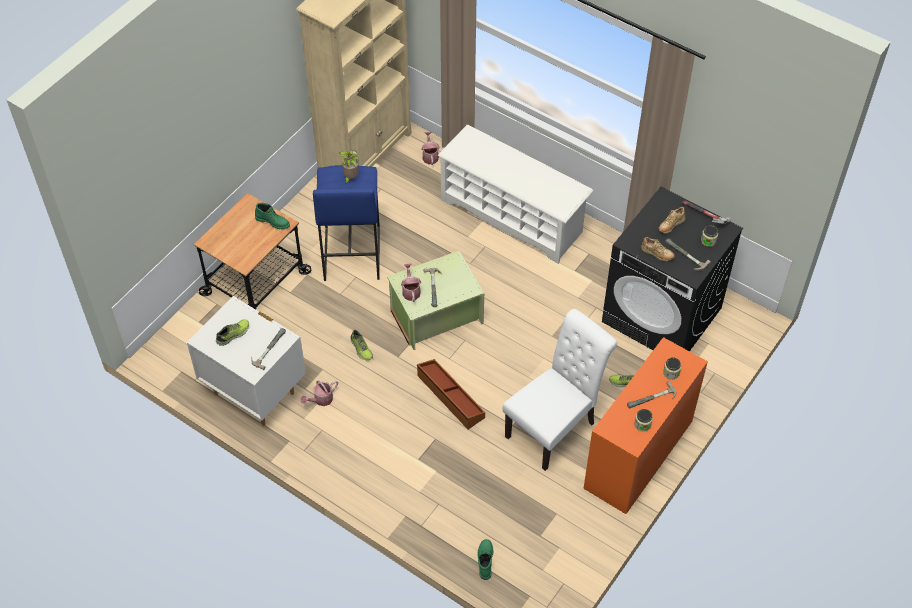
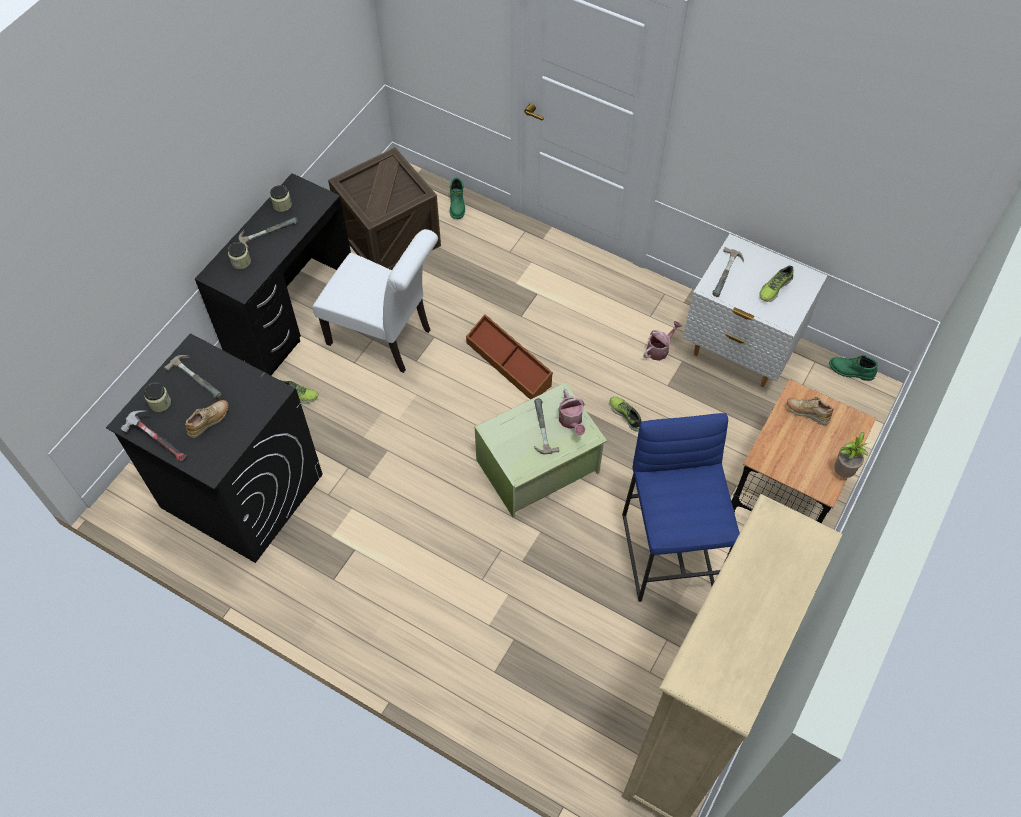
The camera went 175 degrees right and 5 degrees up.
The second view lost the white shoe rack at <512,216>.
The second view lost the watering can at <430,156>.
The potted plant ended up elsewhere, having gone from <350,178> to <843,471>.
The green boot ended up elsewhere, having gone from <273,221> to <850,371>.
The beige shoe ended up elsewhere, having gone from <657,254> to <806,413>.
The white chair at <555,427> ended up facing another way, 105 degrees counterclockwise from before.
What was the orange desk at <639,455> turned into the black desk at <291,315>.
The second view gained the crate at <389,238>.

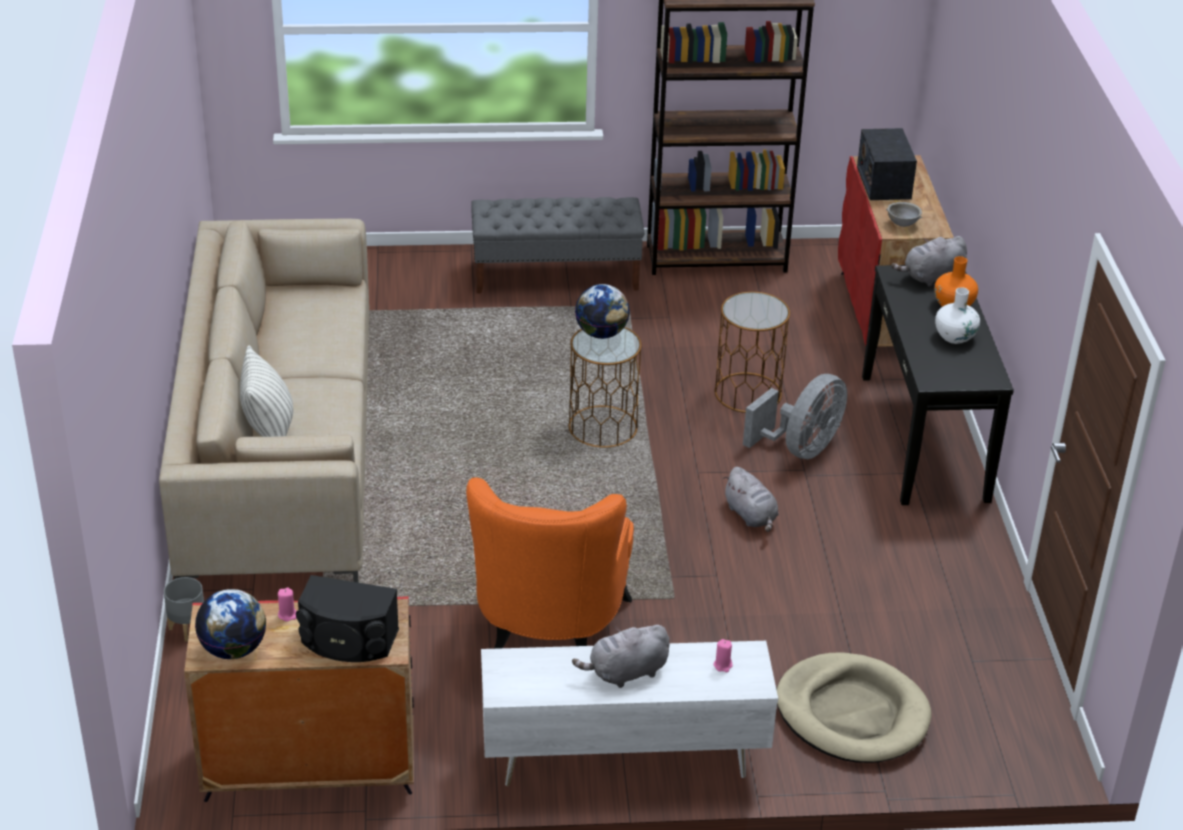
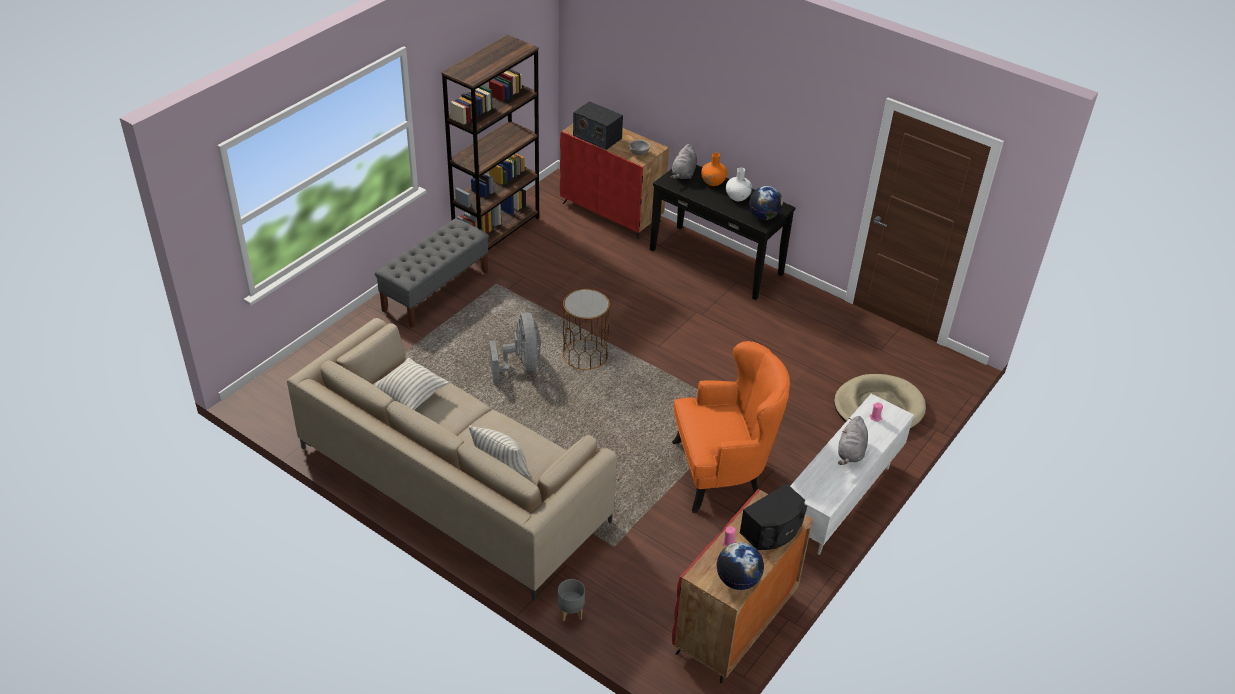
The camera went 50 degrees left and 5 degrees up.
The globe ended up elsewhere, having gone from <601,334> to <764,216>.
The second view lost the brown side table at <748,393>.
The grey fan ended up elsewhere, having gone from <800,448> to <521,365>.
The second view lost the grey plush toy at <751,516>.
The orange armchair at <548,632> ended up facing another way, 60 degrees counterclockwise from before.
The second view gained the pillow at <411,395>.

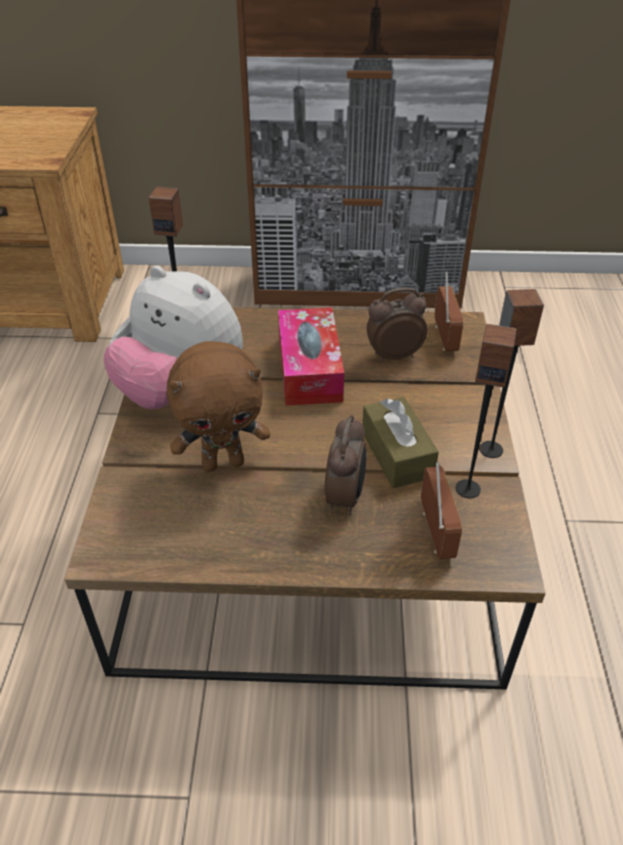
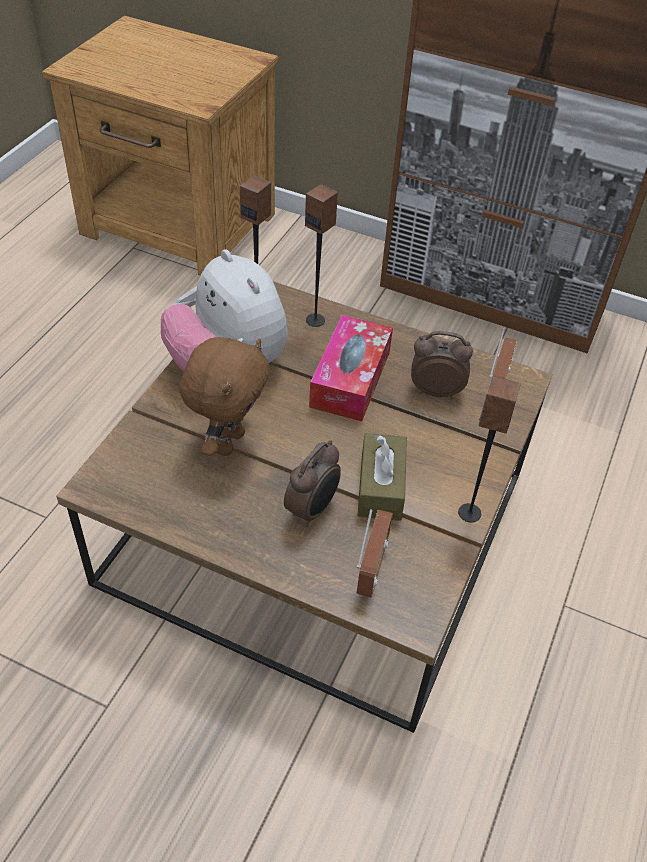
The camera went 20 degrees right and 5 degrees up.
The speaker ended up elsewhere, having gone from <468,488> to <315,320>.
The brown plush toy at <223,462> ended up facing another way, 75 degrees counterclockwise from before.

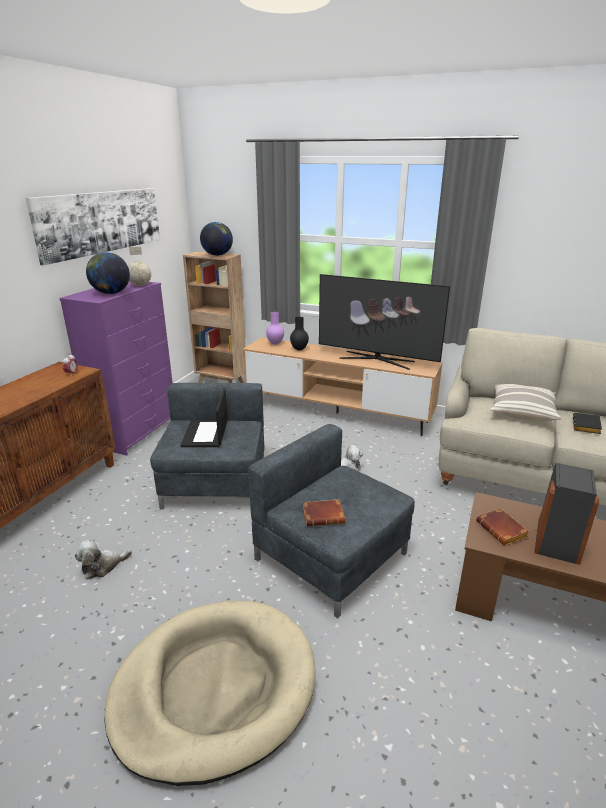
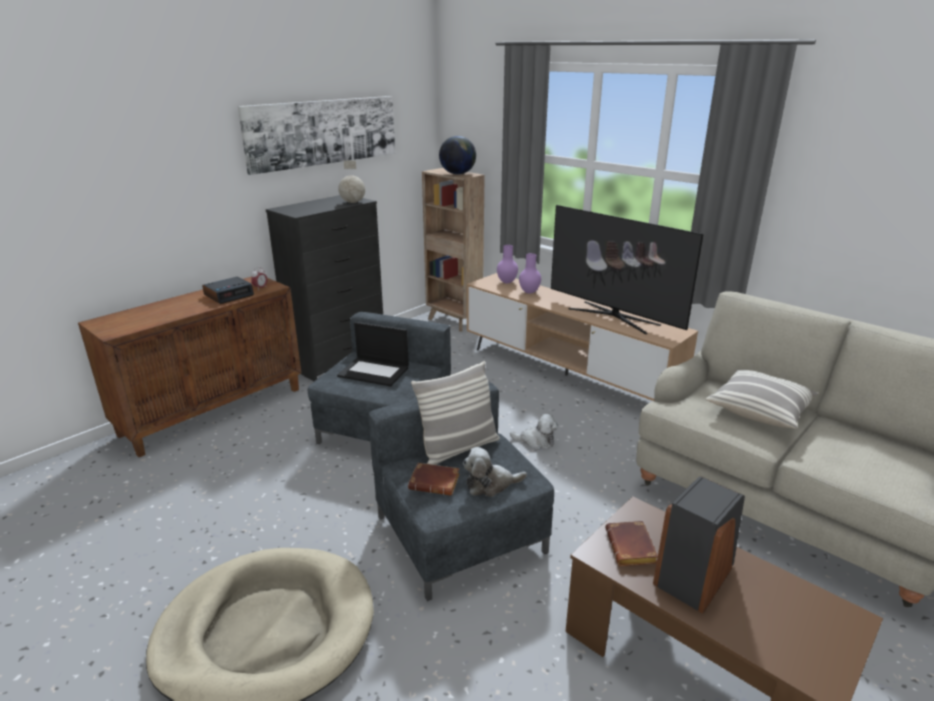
The camera went 20 degrees right and 0 degrees up.
The second view lost the globe at <111,293>.
What was the purple dresser at <136,431> turned into the black dresser at <339,359>.
What was the black vase at <299,349> turned into the purple vase at <529,292>.
The laptop at <206,434> ended up facing another way, 90 degrees counterclockwise from before.
The second view lost the black book at <587,427>.
The plush toy ended up elsewhere, having gone from <102,566> to <490,484>.
The second view gained the alarm clock at <229,295>.
The second view gained the pillow at <458,449>.

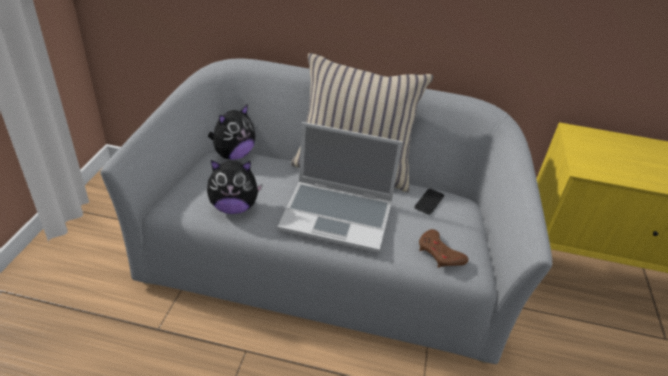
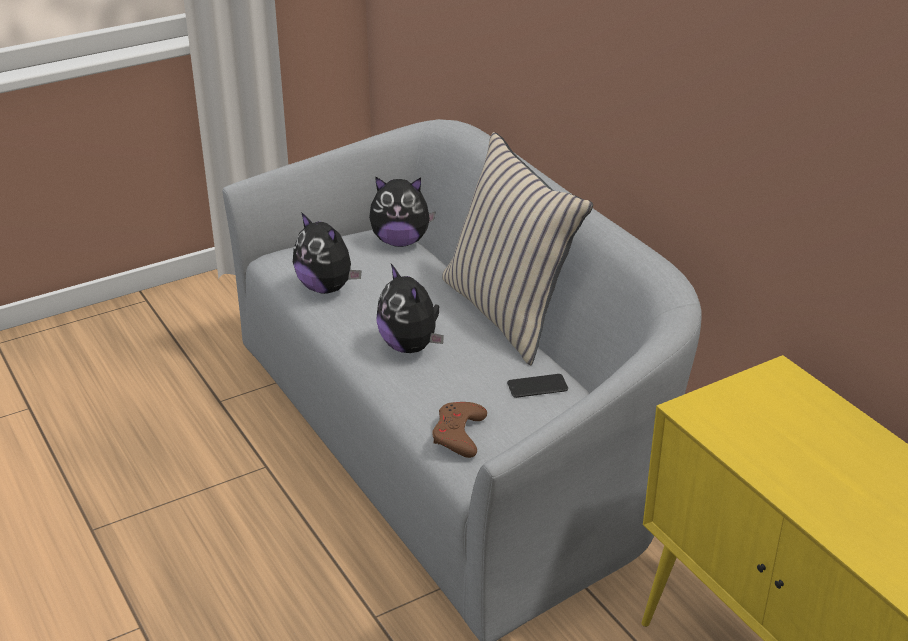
The camera went 50 degrees right and 5 degrees down.
Where the laptop stood at <338,216>, the plush toy came to stand at <411,346>.

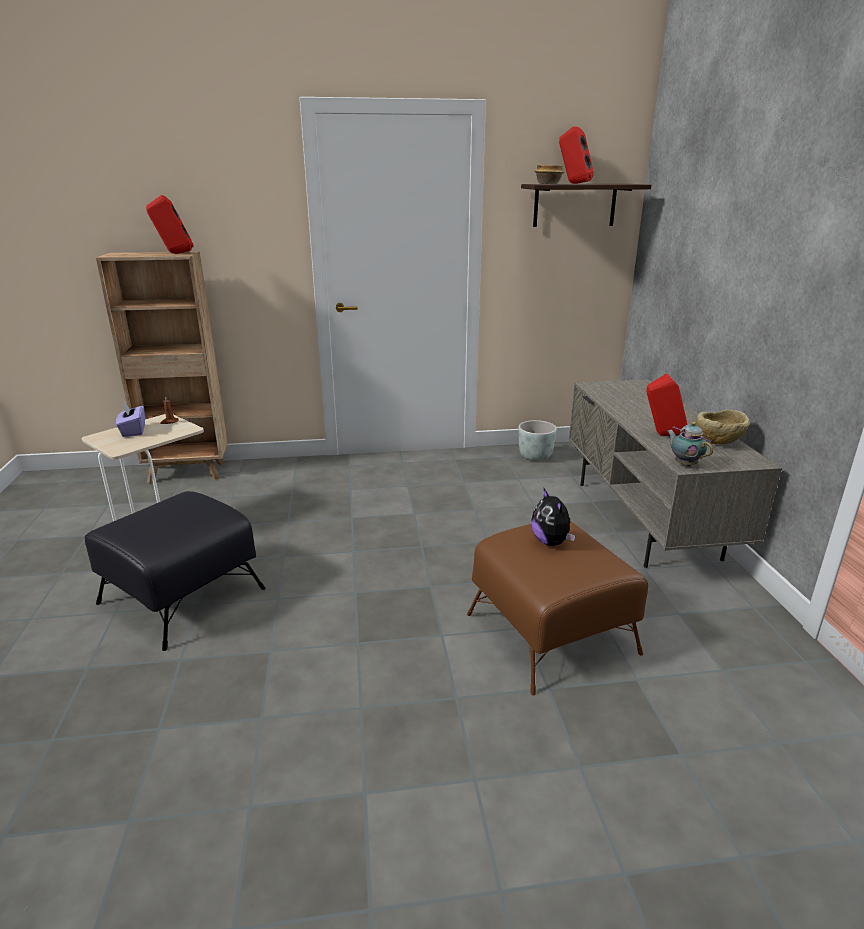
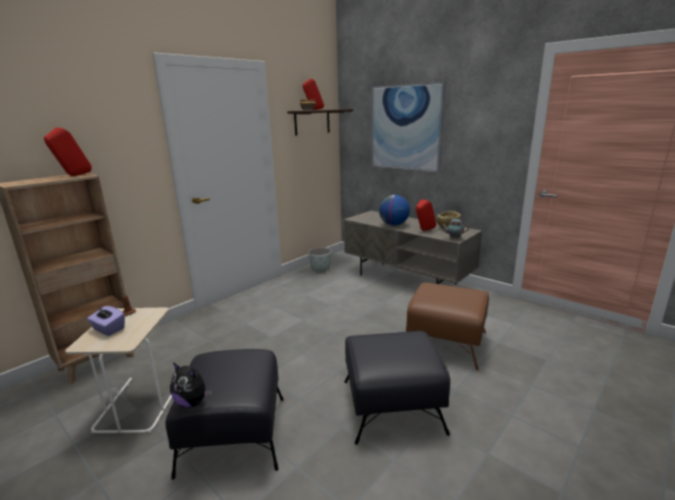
The camera went 40 degrees left and 5 degrees down.
The plush toy ended up elsewhere, having gone from <551,542> to <192,402>.
The second view gained the picture at <406,128>.
The second view gained the globe at <393,225>.
The second view gained the black ottoman at <393,406>.

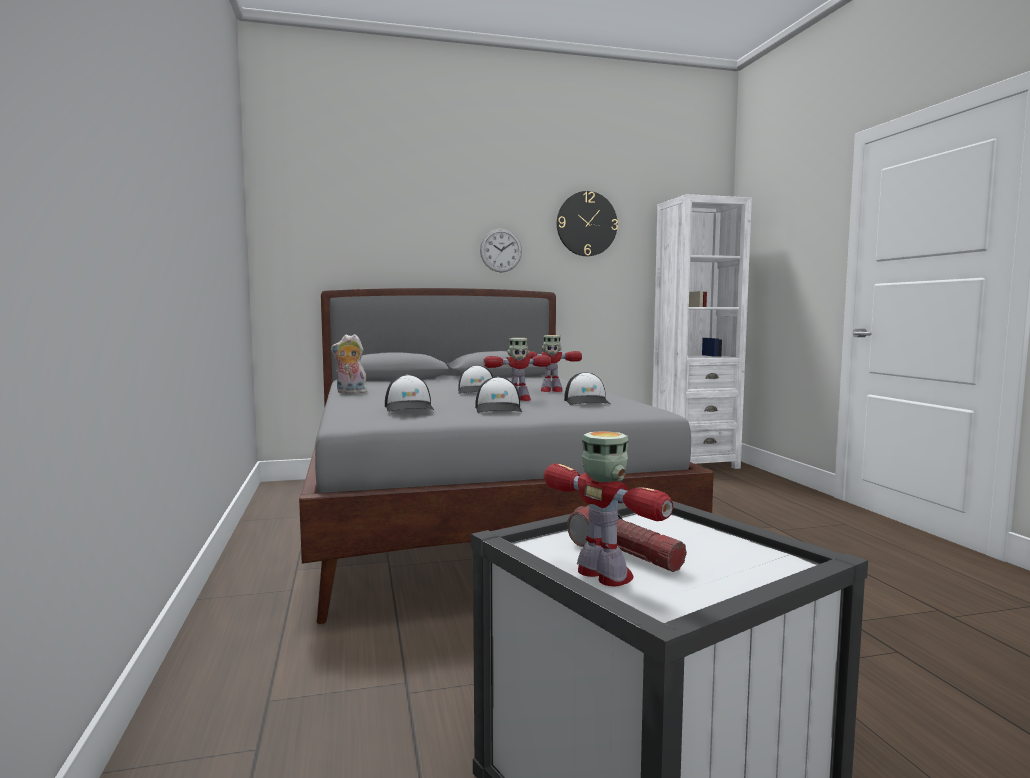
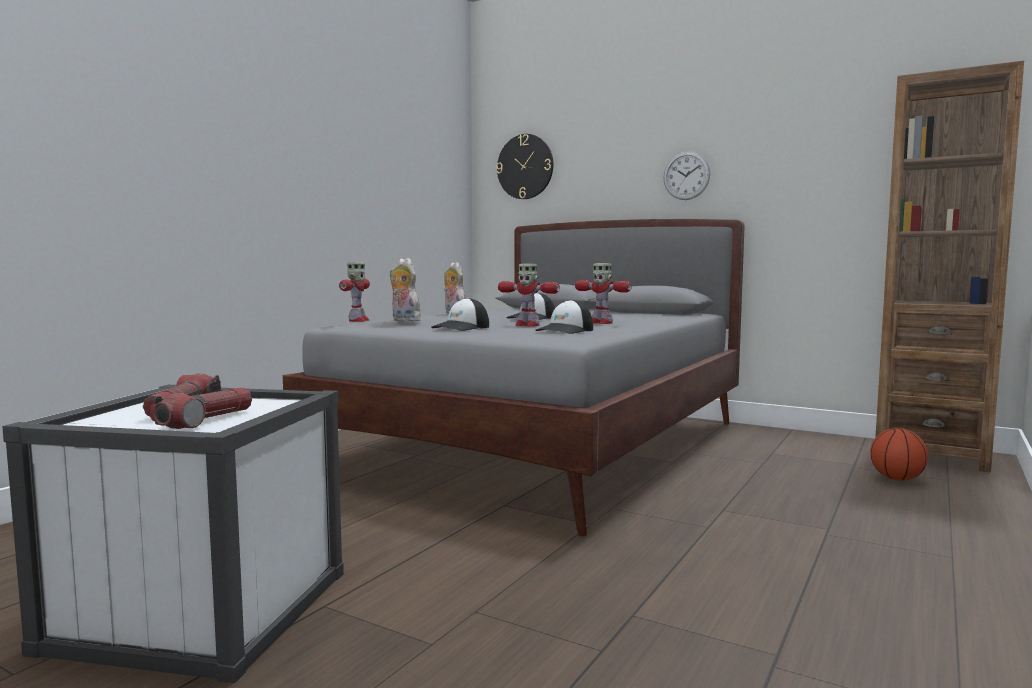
The camera went 45 degrees right and 0 degrees up.
The wall clock ended up elsewhere, having gone from <586,224> to <525,167>.
What was the white bookcase at <694,463> turned into the brown bookcase at <930,454>.
Where the cap stood at <409,407>, the plush toy came to stand at <403,321>.
The toy robot ended up elsewhere, having gone from <605,576> to <358,321>.
The second view gained the flashlight at <206,421>.
The second view gained the basketball at <897,479>.

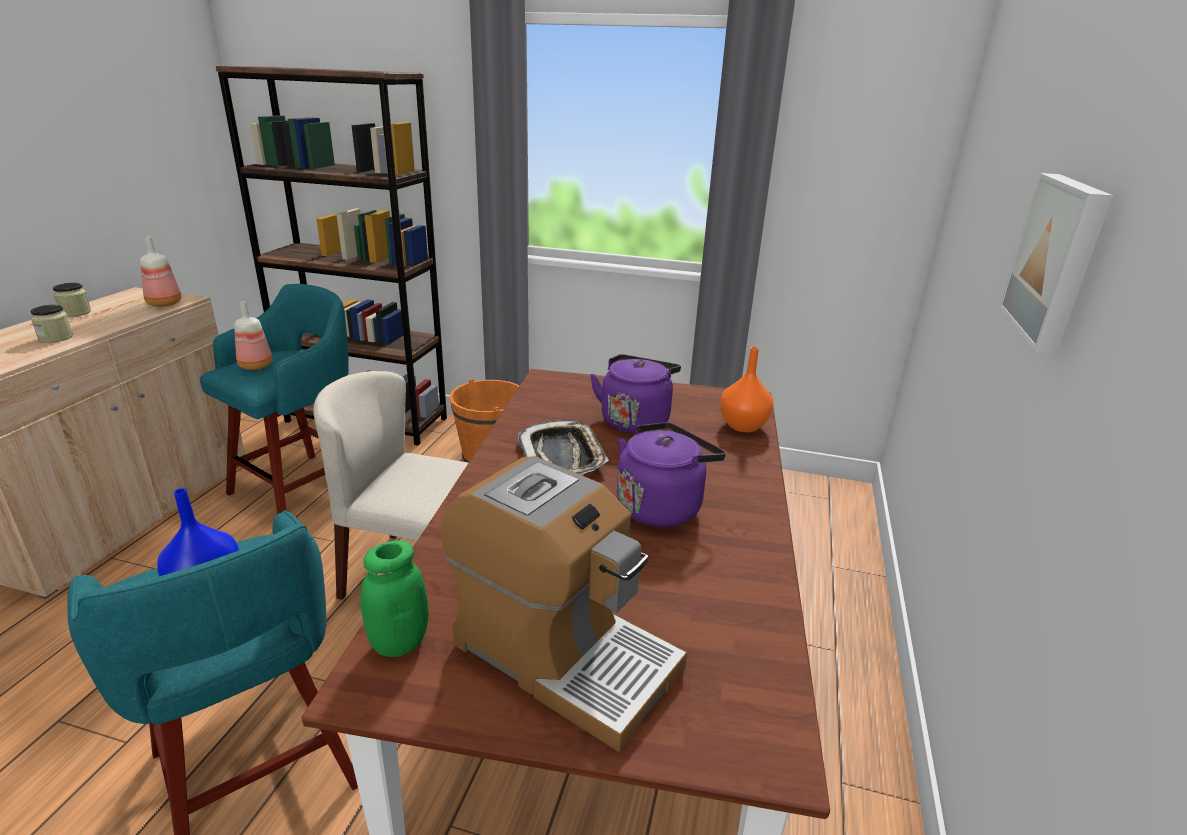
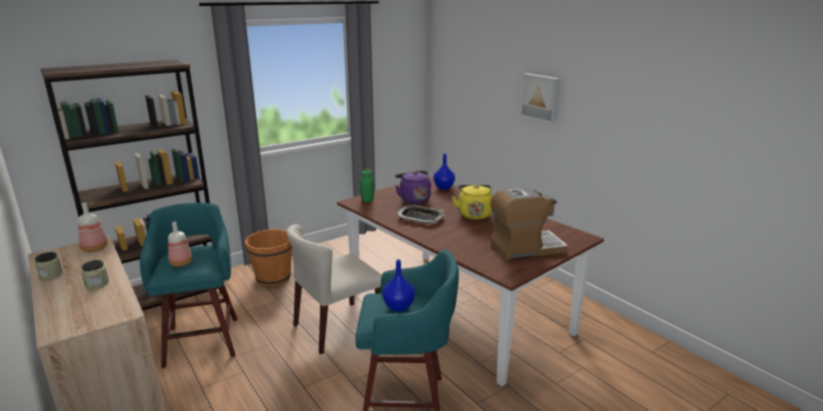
The camera went 50 degrees left and 5 degrees down.
What was the orange vase at <743,426> turned into the blue vase at <444,187>.
What was the purple kettle at <662,506> turned into the yellow kettle at <474,214>.
The green jar ended up elsewhere, having gone from <399,642> to <367,200>.

